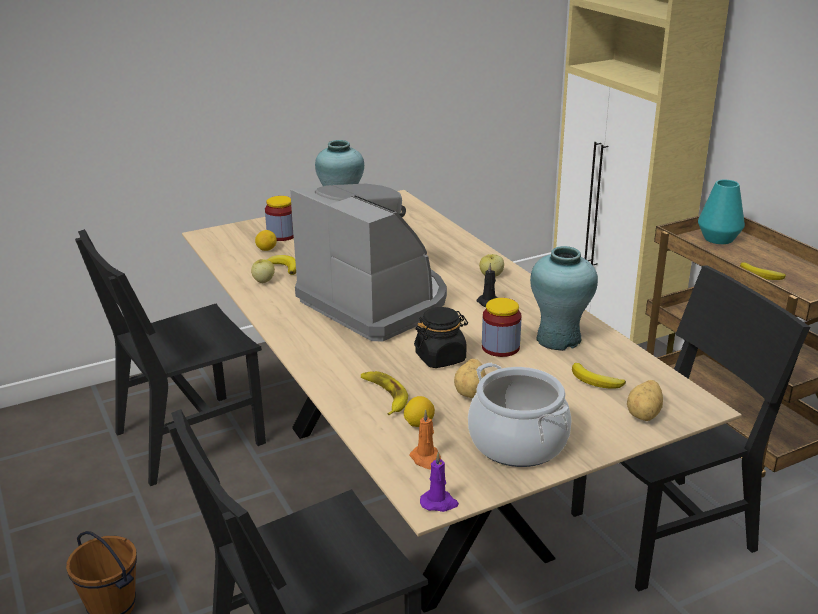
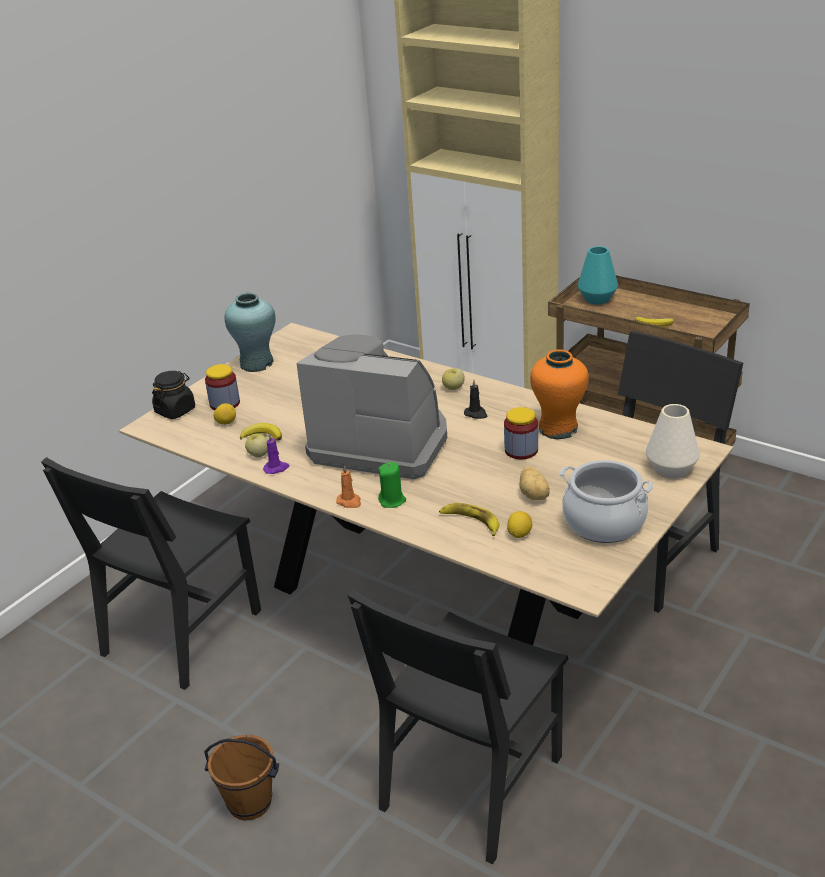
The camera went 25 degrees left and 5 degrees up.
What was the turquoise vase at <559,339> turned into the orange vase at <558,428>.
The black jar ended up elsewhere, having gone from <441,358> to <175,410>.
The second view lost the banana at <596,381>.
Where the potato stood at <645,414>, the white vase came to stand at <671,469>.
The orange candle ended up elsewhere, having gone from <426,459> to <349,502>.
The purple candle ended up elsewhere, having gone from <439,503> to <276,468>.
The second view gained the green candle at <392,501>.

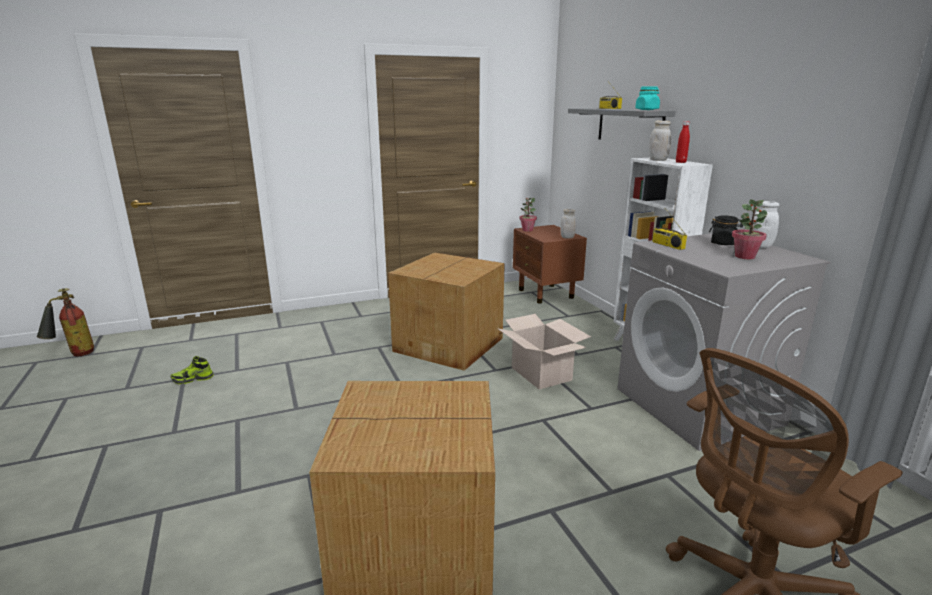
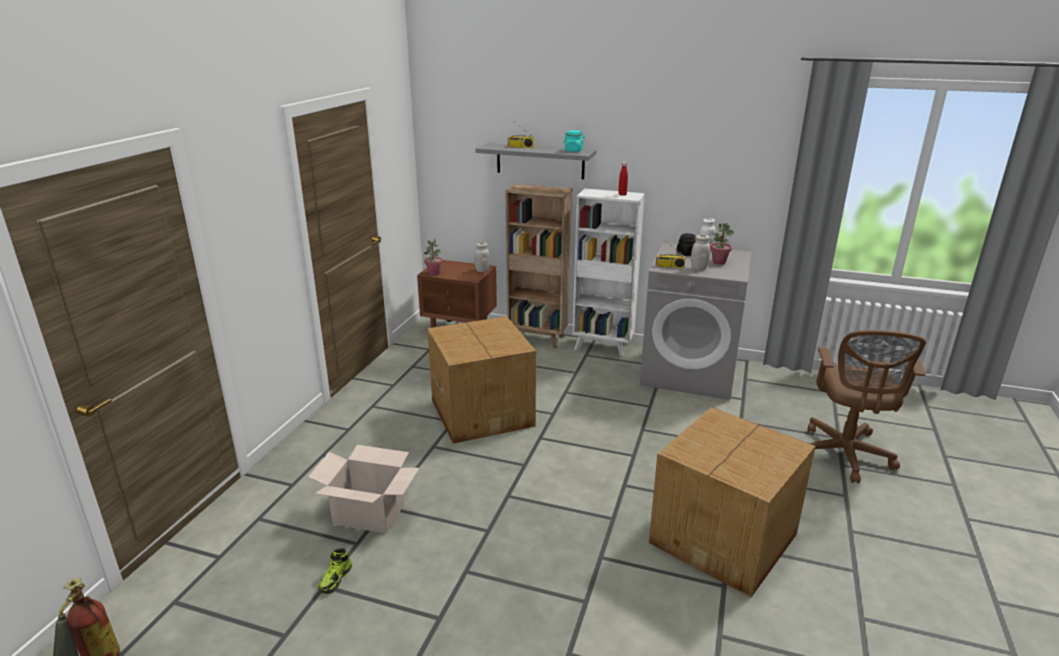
The camera went 50 degrees left and 5 degrees up.
The white jar ended up elsewhere, having gone from <658,160> to <698,268>.
The cardboard box ended up elsewhere, having gone from <540,374> to <368,514>.
The second view gained the brown bookcase at <538,339>.

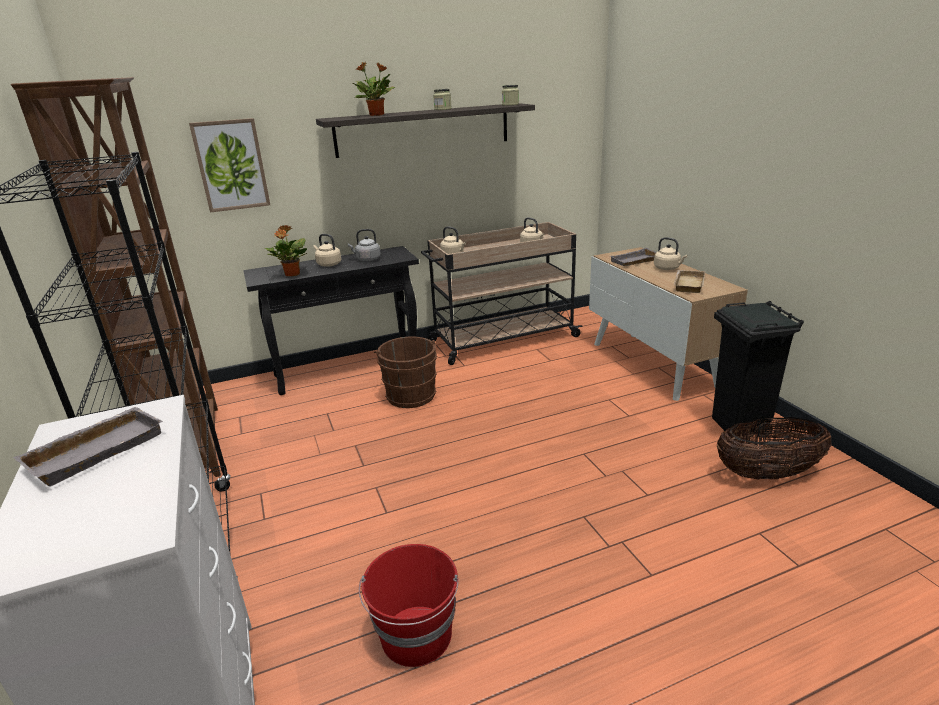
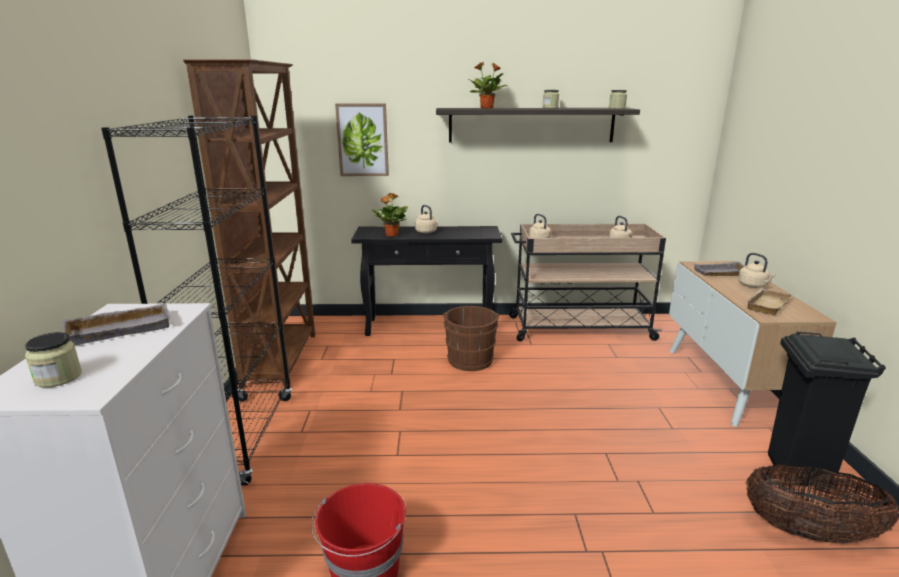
The camera went 20 degrees right and 5 degrees down.
The second view lost the grey kettle at <367,259>.
The second view gained the jar at <58,377>.

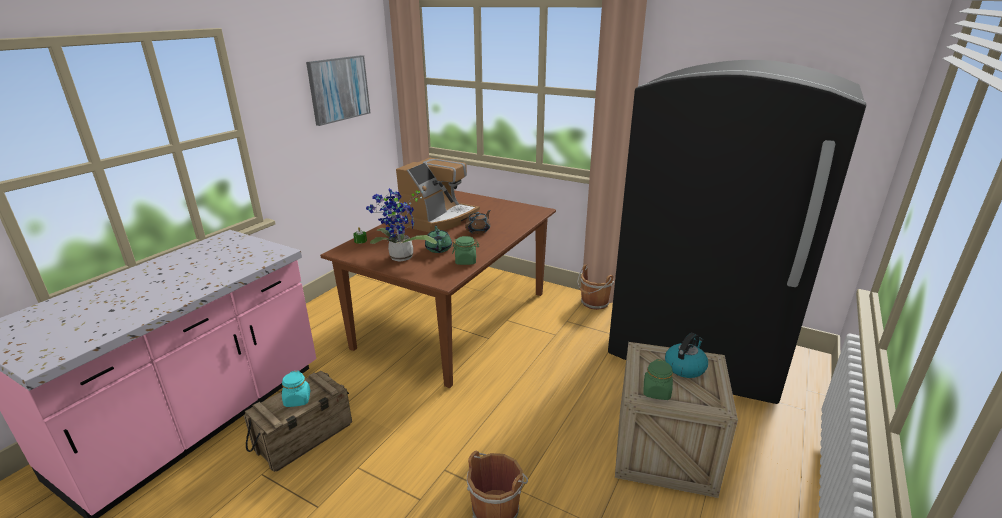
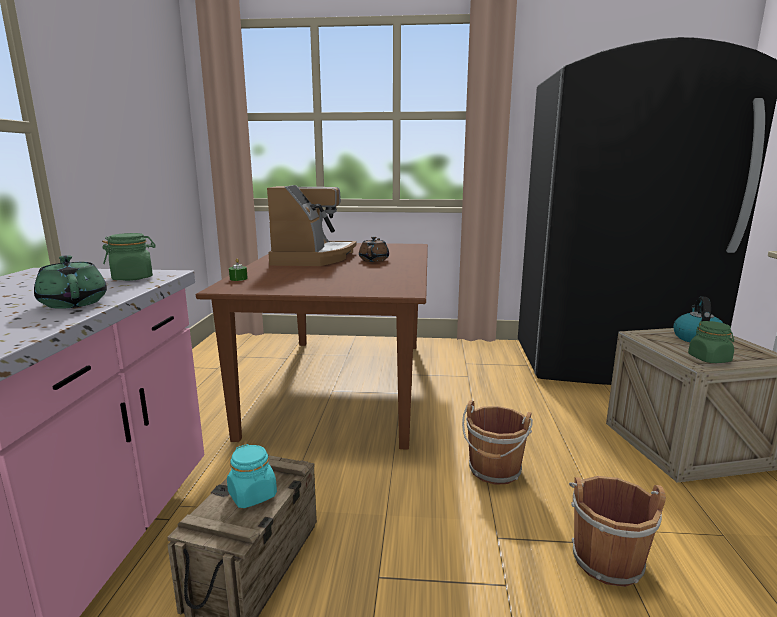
The camera went 25 degrees left and 10 degrees down.
The second view lost the picture at <339,89>.
The second view lost the potted plant at <400,258>.
The green teapot ended up elsewhere, having gone from <438,248> to <74,303>.
The green jar ended up elsewhere, having gone from <466,261> to <133,278>.
The brown bucket ended up elsewhere, having gone from <594,303> to <494,471>.

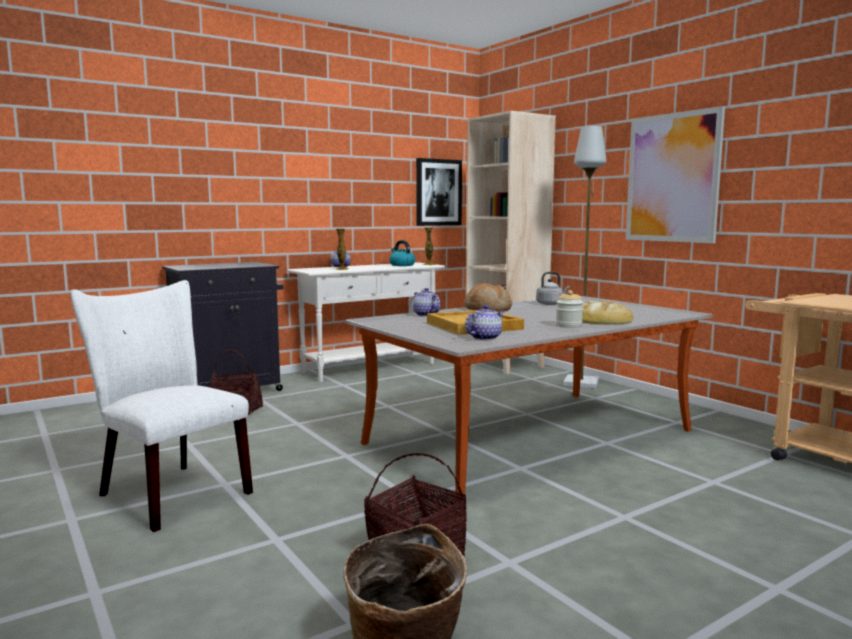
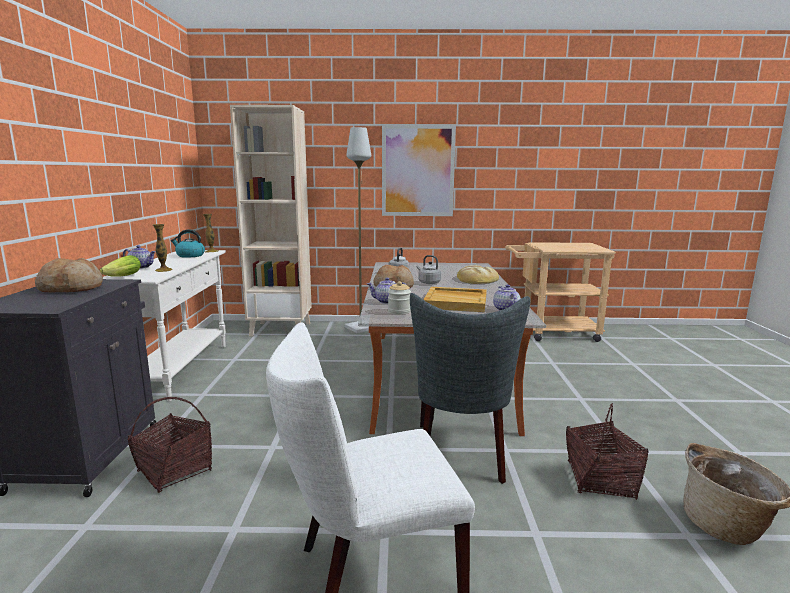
The camera went 55 degrees left and 5 degrees up.
The second view lost the picture at <438,192>.
The jar ended up elsewhere, having gone from <569,325> to <399,311>.
The second view gained the lettuce at <121,277>.
The second view gained the grey kettle at <428,282>.
The second view gained the bread at <72,288>.
The second view gained the grey chair at <461,455>.

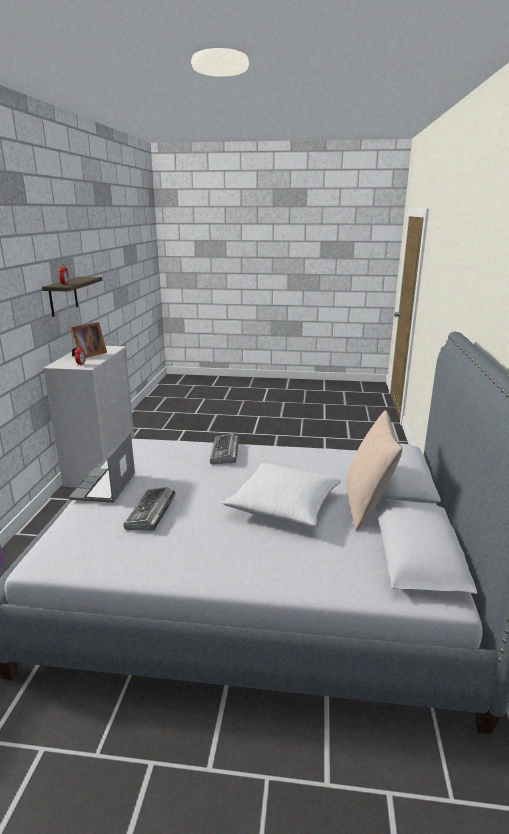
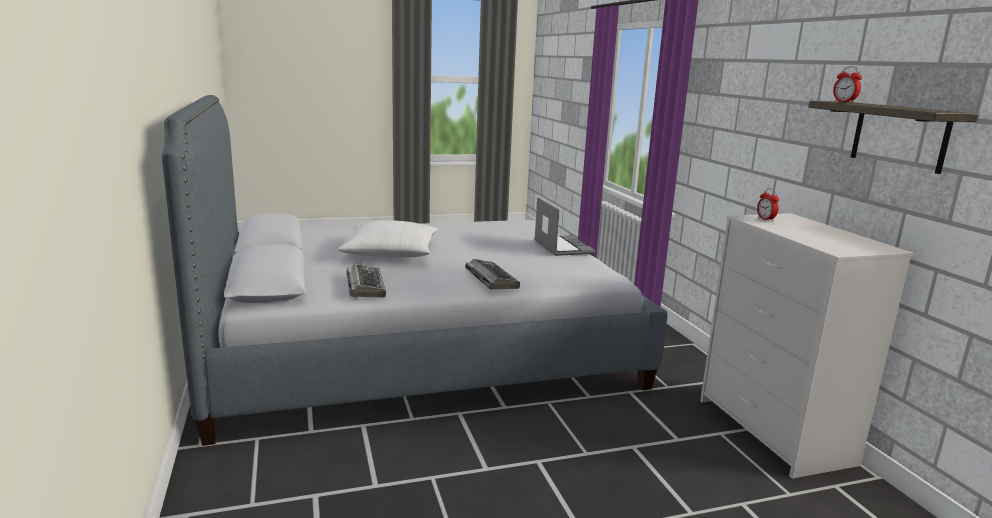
The camera went 155 degrees right and 5 degrees down.
The second view lost the picture frame at <88,355>.
The second view lost the beige pillow at <367,505>.
The keyboard ended up elsewhere, having gone from <151,513> to <365,286>.

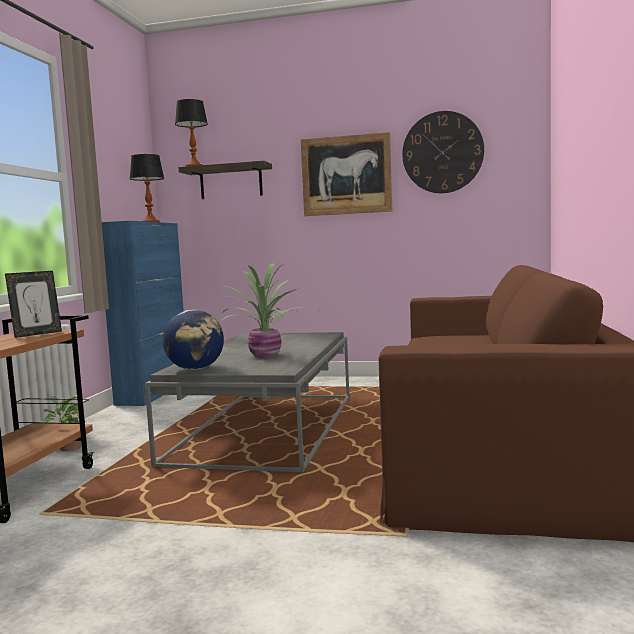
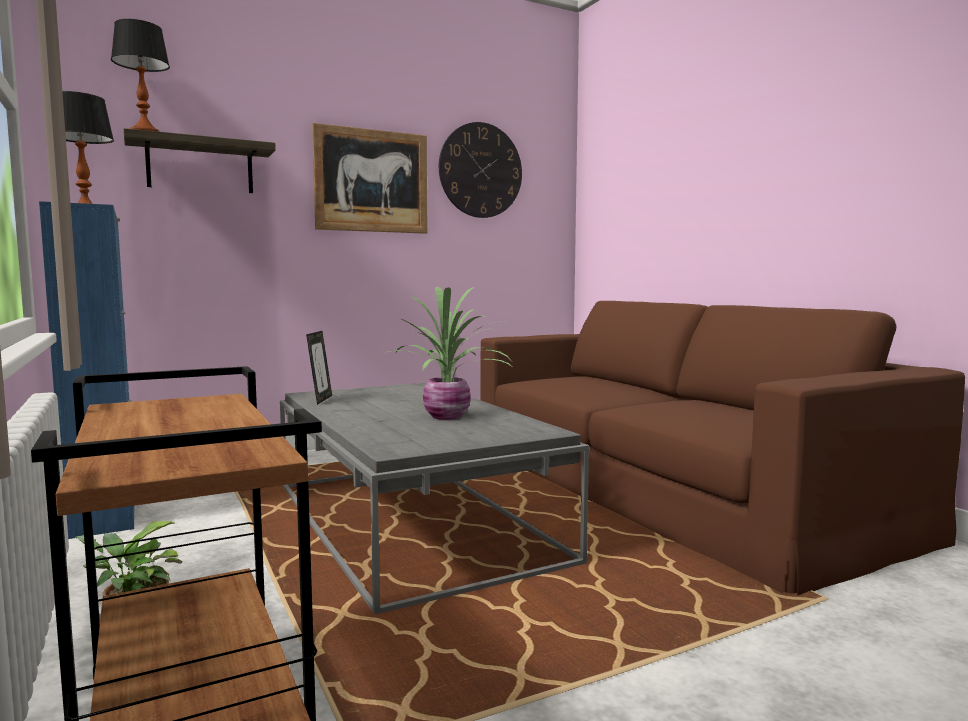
The camera went 40 degrees left and 0 degrees up.
The picture frame ended up elsewhere, having gone from <37,334> to <320,400>.
The second view lost the globe at <195,369>.

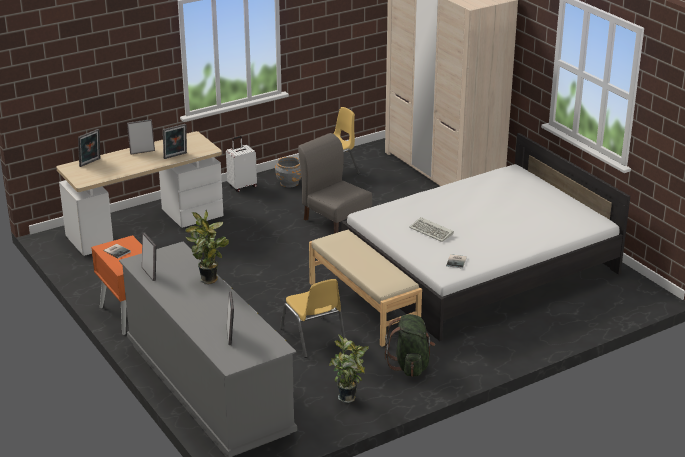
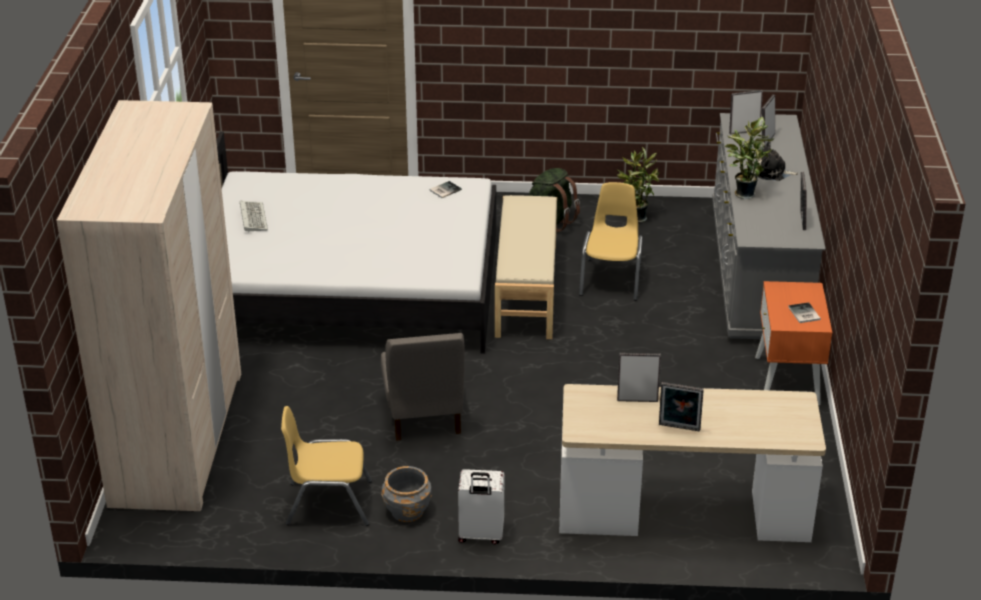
The camera went 145 degrees left and 5 degrees up.
The picture frame ended up elsewhere, having gone from <91,163> to <744,131>.
The keyboard ended up elsewhere, having gone from <432,232> to <252,217>.
The second view gained the plush toy at <772,172>.

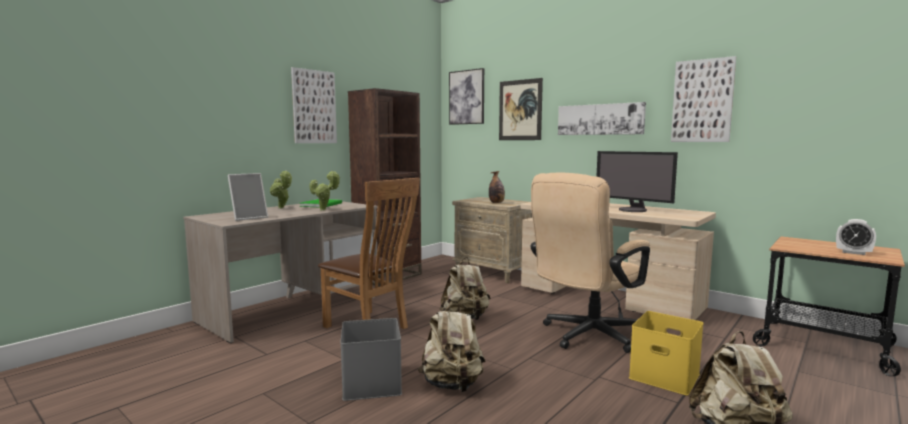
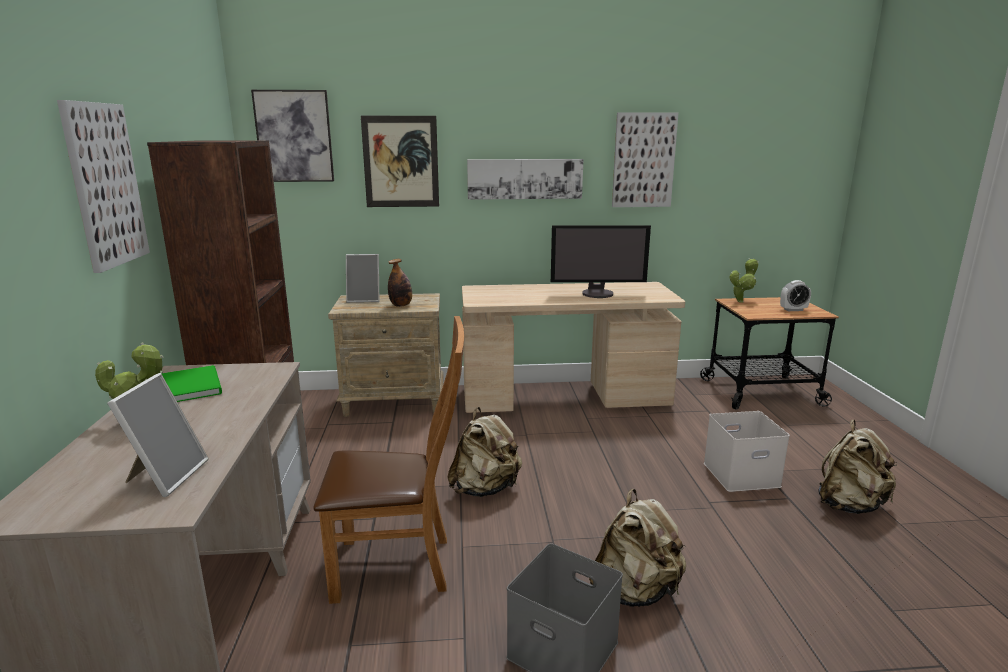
The camera went 45 degrees left and 10 degrees up.
The potted plant ended up elsewhere, having gone from <324,210> to <741,301>.
The second view lost the beige office chair at <586,336>.
What was the yellow storage box at <666,376> turned into the white storage box at <741,474>.
The second view gained the picture frame at <364,299>.

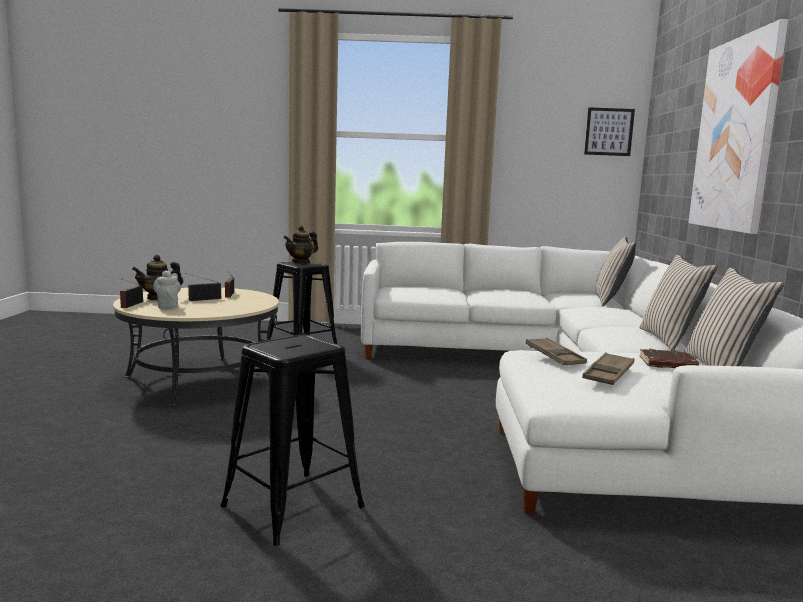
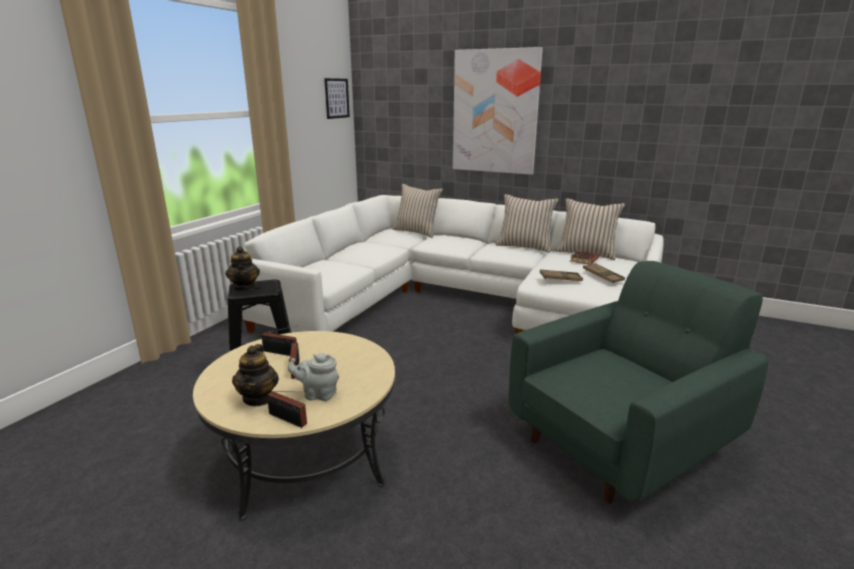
The camera went 65 degrees left and 10 degrees up.
Where the black stool stood at <293,506>, the green armchair came to stand at <622,441>.

